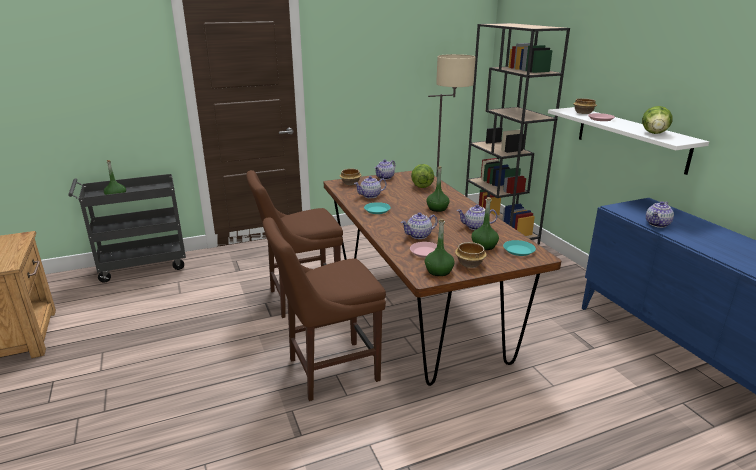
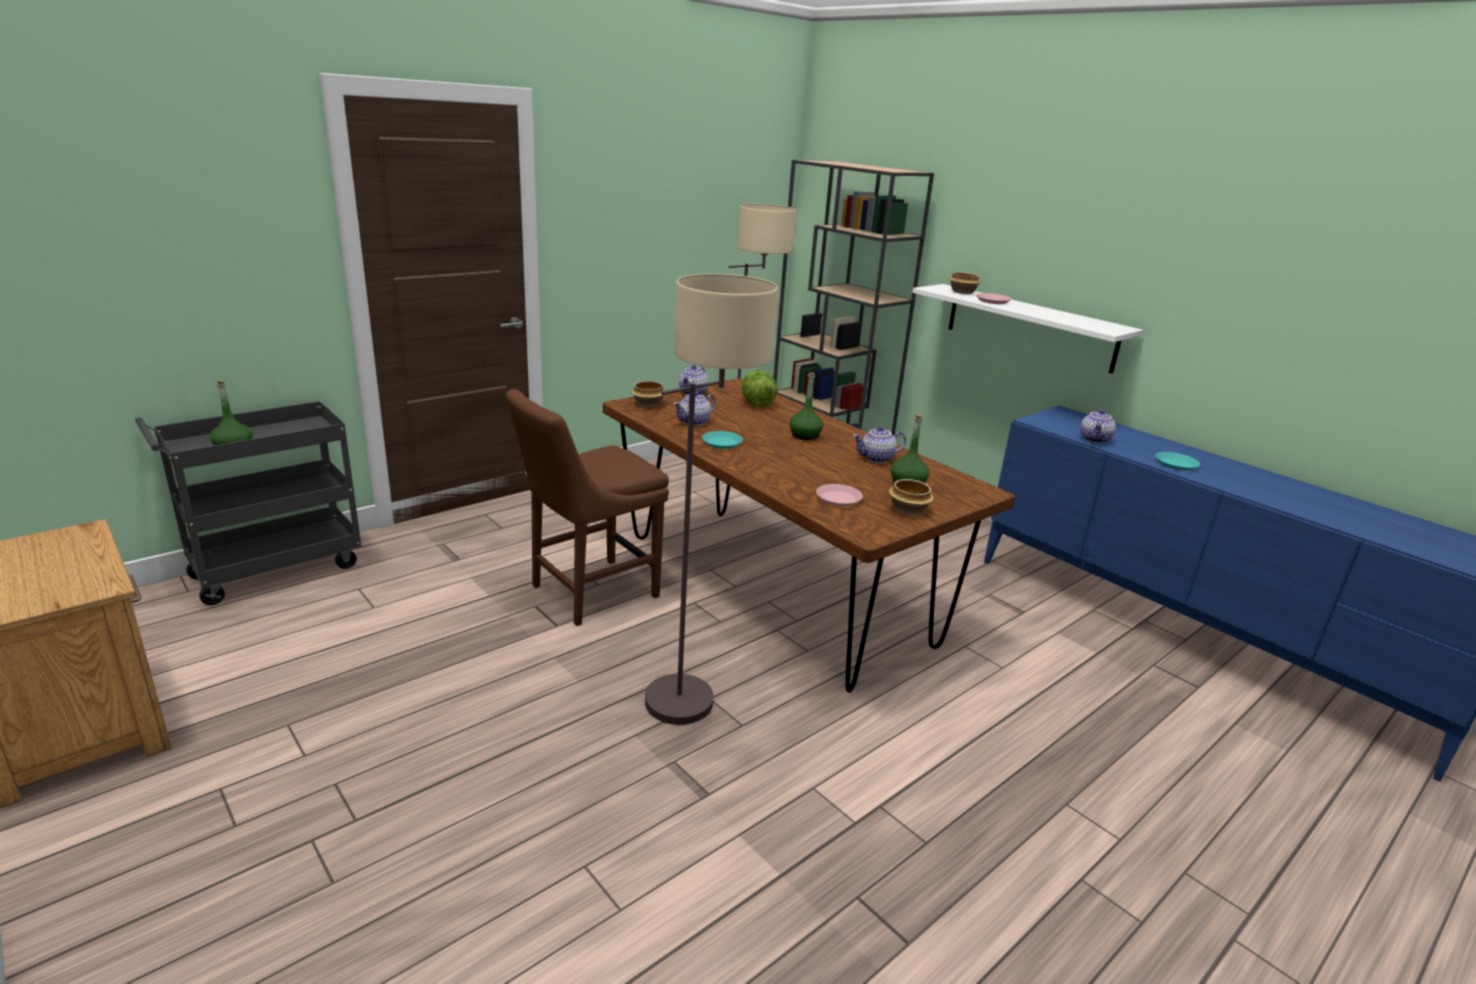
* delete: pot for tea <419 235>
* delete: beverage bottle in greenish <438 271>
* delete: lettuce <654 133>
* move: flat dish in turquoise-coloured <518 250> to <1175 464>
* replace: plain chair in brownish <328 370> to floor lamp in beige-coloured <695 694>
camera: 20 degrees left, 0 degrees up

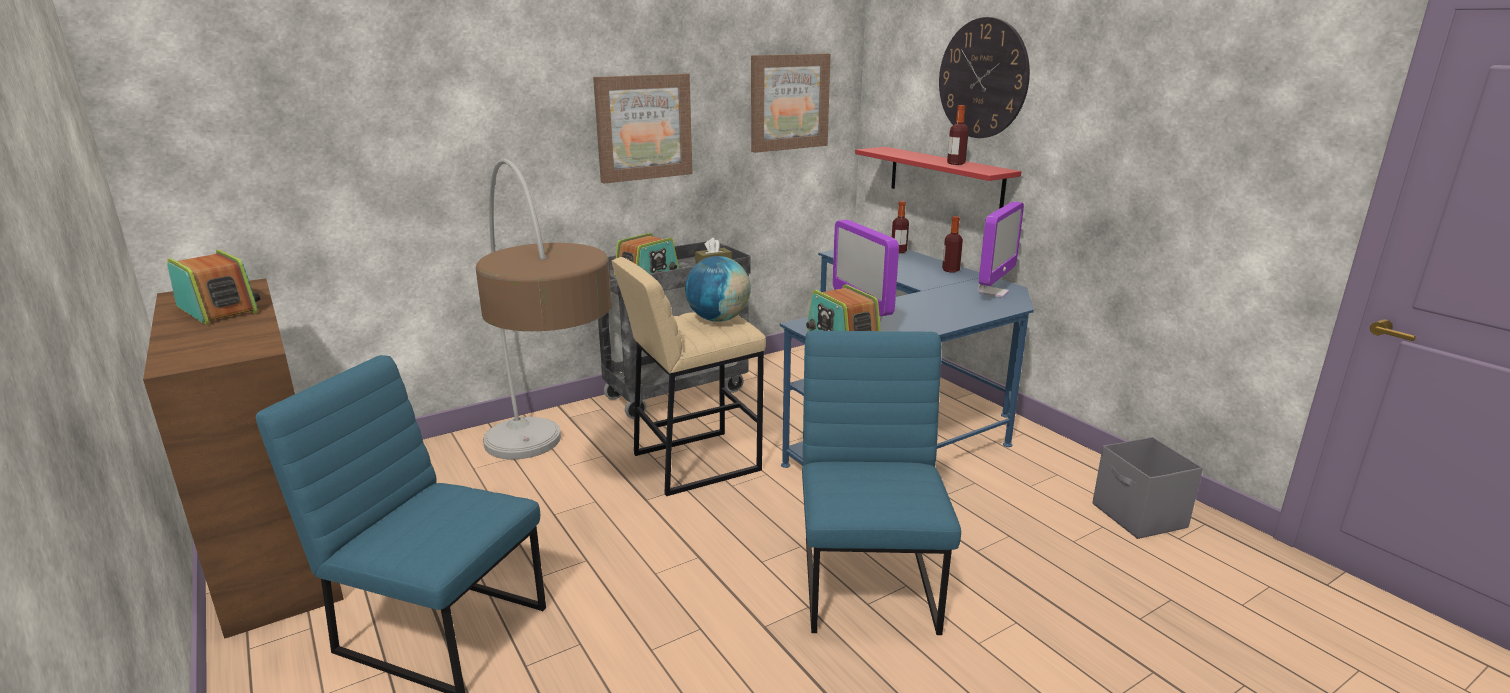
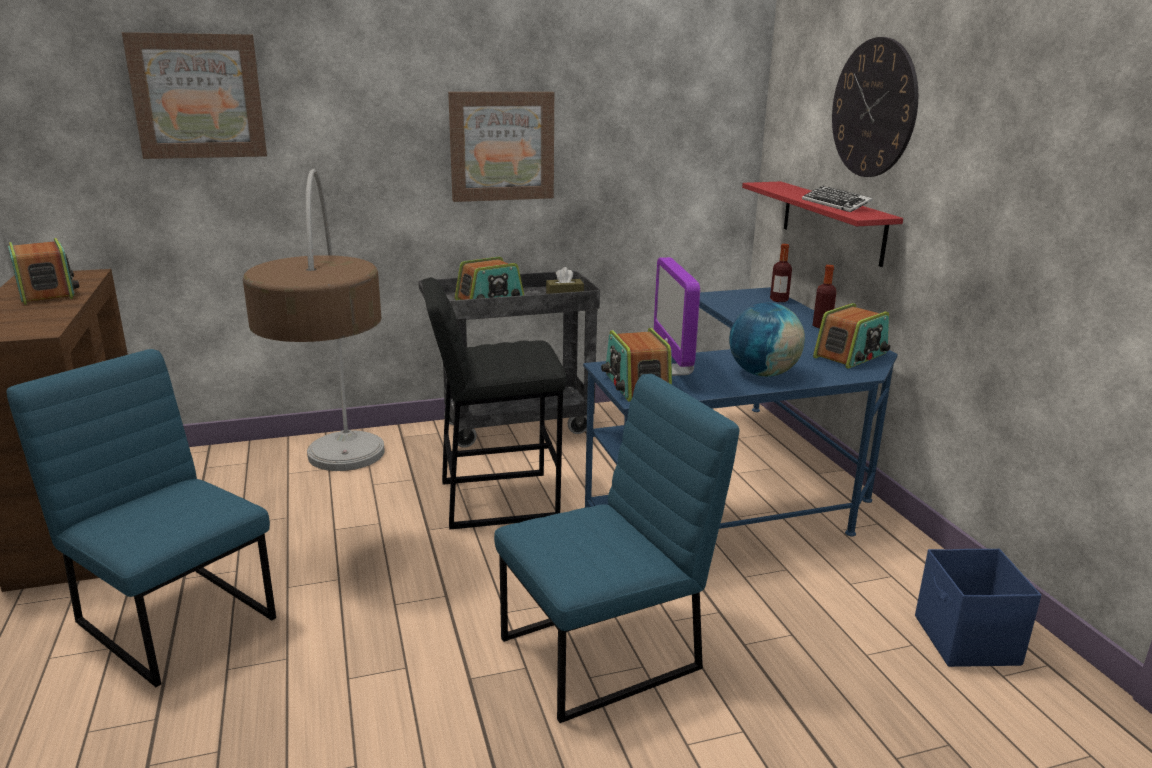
* move: world globe <718 319> to <762 374>
* move: wall art <789 102> to <198 96>
* replace: beverage bottle <956 163> to PC keyboard <835 204>
* replace: monitor <993 292> to radio receiver <851 355>
* recolor: stool in beige-coloured <693 463> to stool in blackish <495 500>
* recolor: storage bin in grey <1139 516> to storage bin in blue <966 641>
* rotate: plain chair in blue <869 579> = <606 652> 45 degrees clockwise
camera: 15 degrees right, 0 degrees up

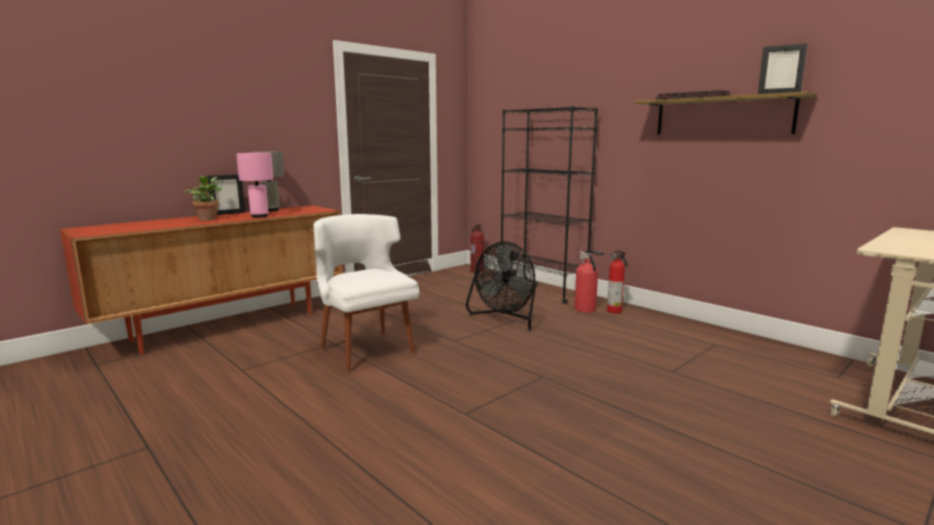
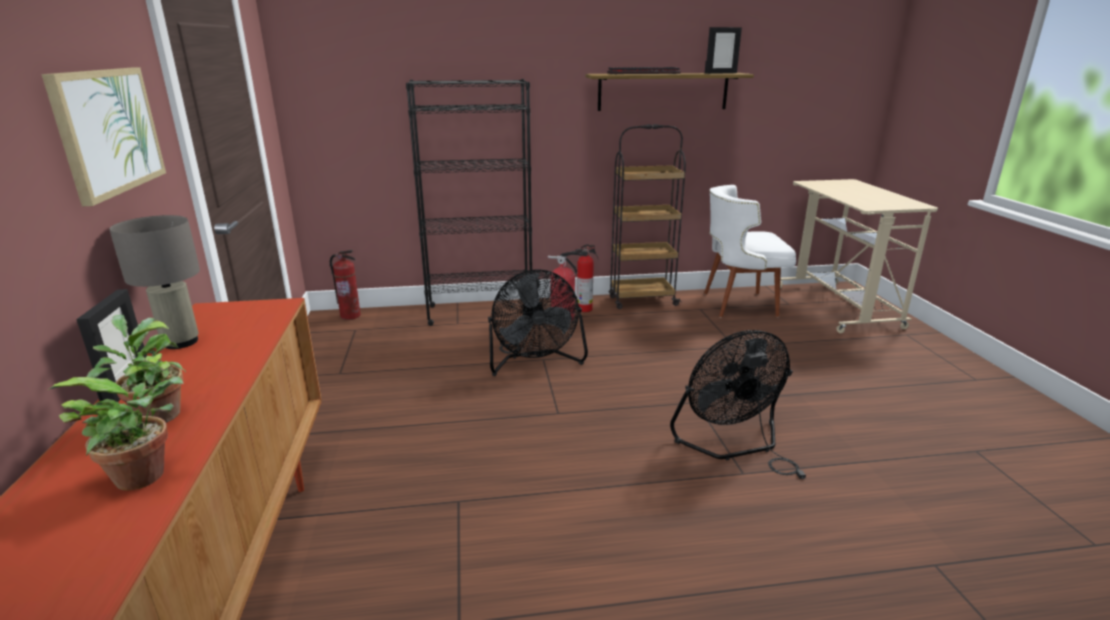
* delete: tabletop lamp in pinkish <259 216>
* insert: wall art <108 131>
* insert: potted plant <147 475>
* insert: wheeled cart in brownish <642 301>
* insert: electric fan in blackish <741 444>
* move: plain chair in white-coloured <367 352> to <740 305>
camera: 55 degrees left, 10 degrees up

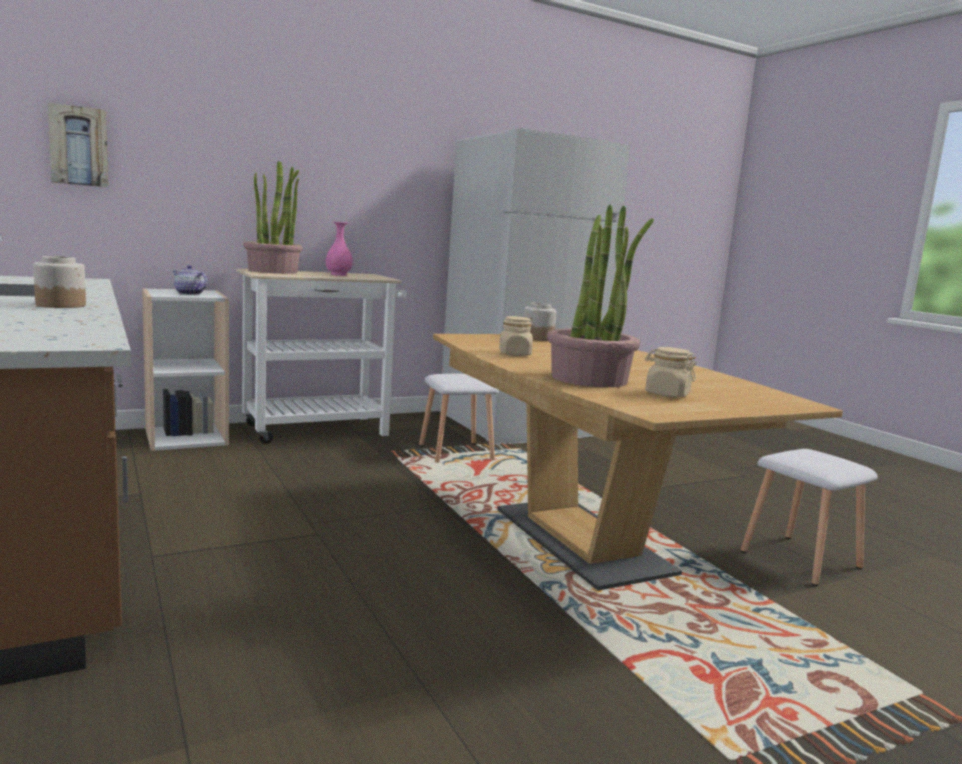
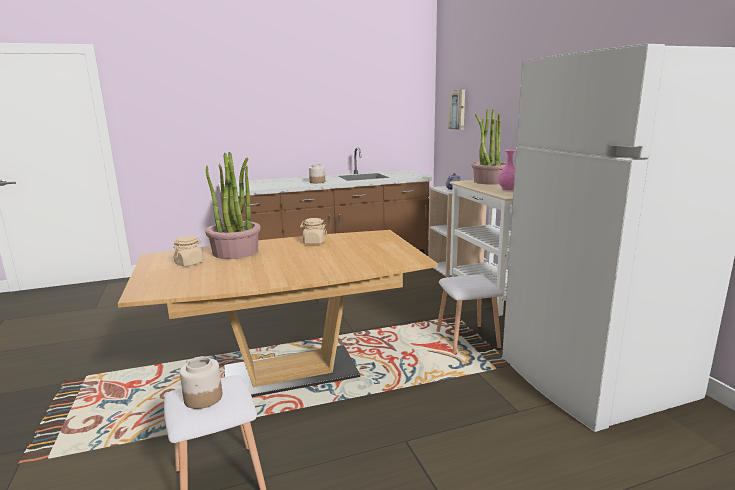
* move: preserve jar <538 338> to <203 398>
camera: 100 degrees right, 5 degrees up

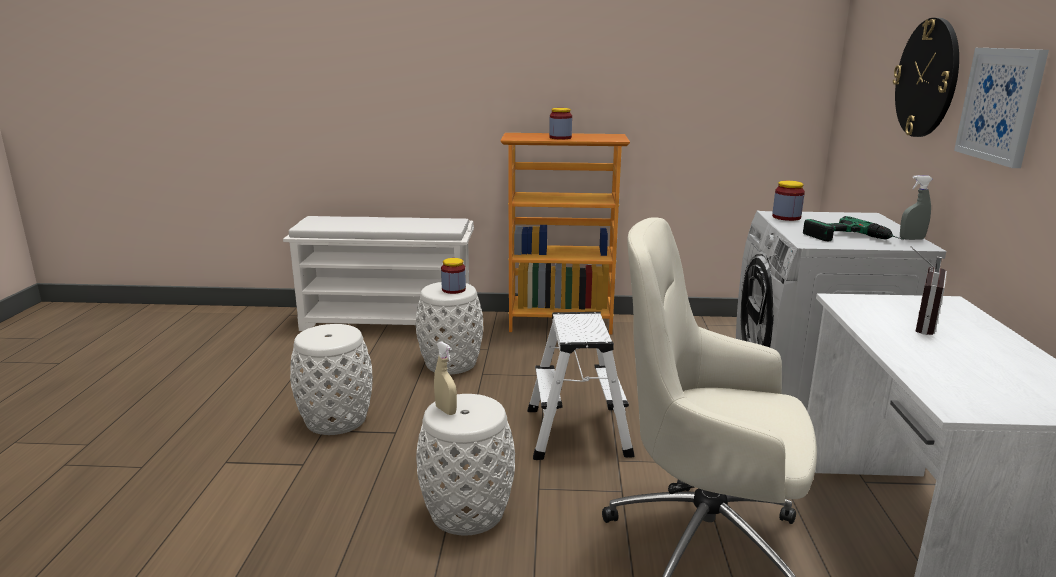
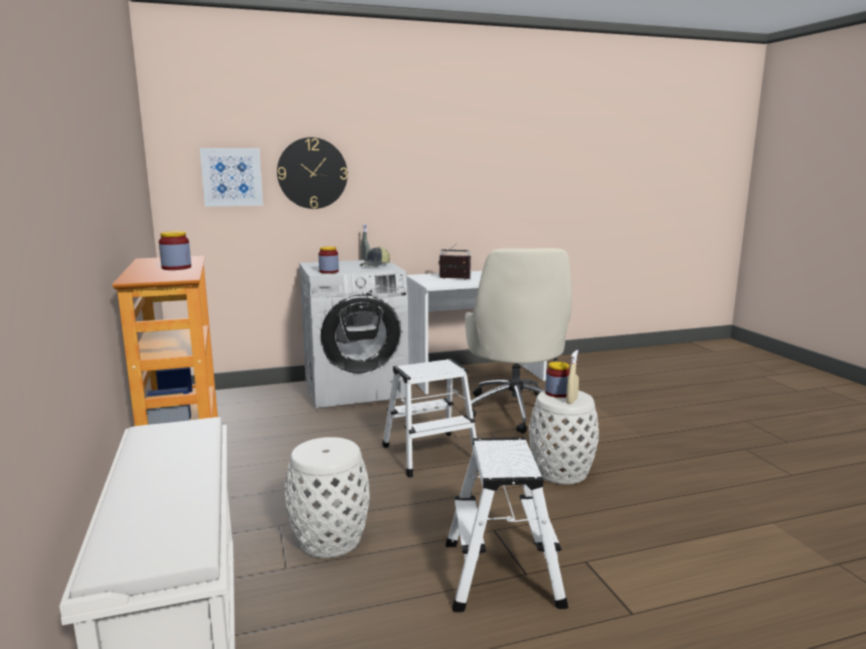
* move: preserve jar <453 289> to <557 393>
* move: wall art <1001 105> to <232 177>
* replace: stool in white-coloured <336 420> to step ladder in white-coloured <502 573>
* replace: drill <853 239> to baseball cap <376 265>
camera: 110 degrees left, 5 degrees down

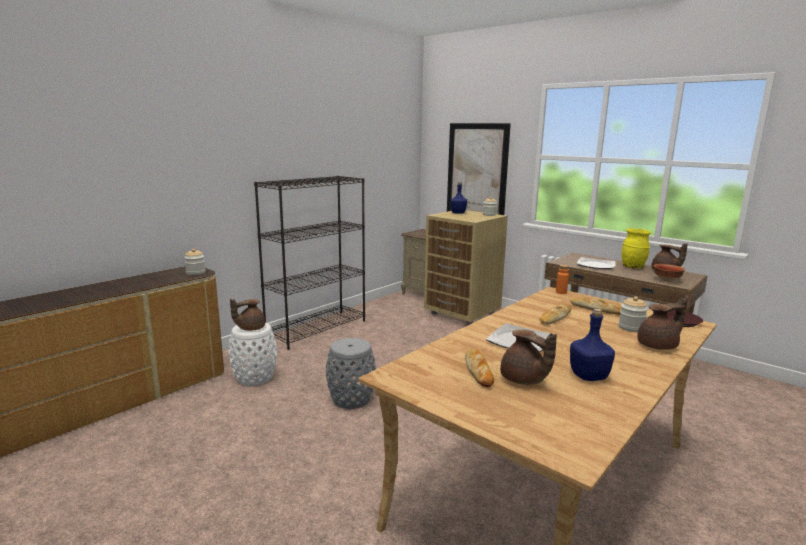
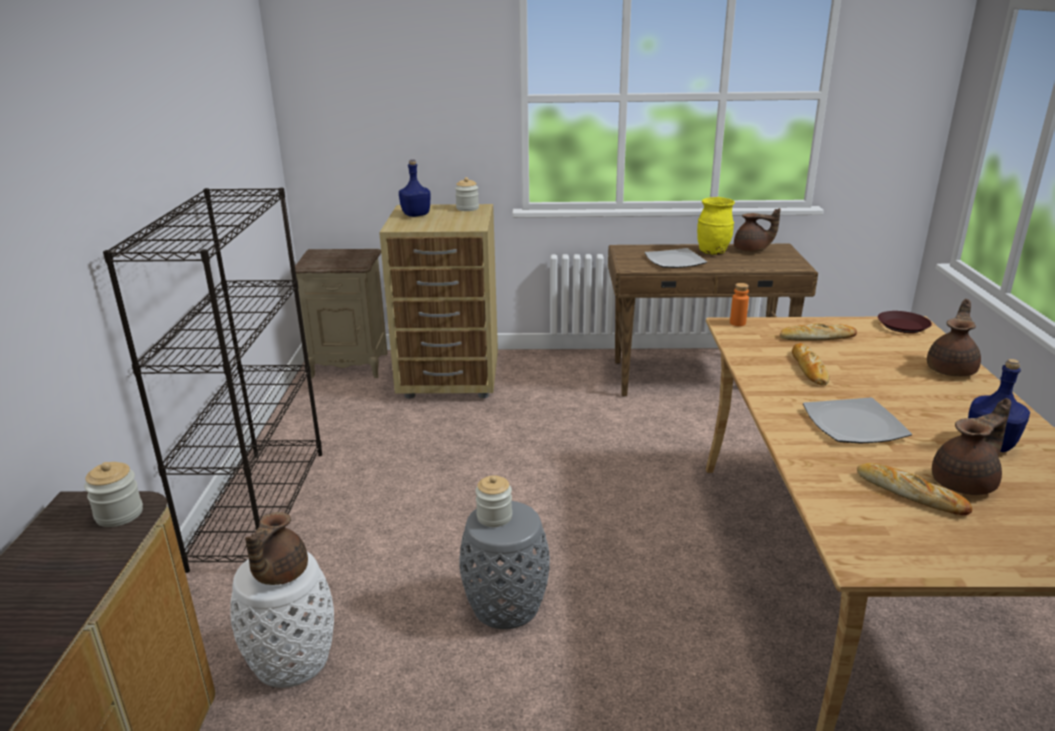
* delete: wall art <476 172>
* delete: bowl <666 280>
* move: preserve jar <631 328> to <494 517>
* rotate: pot for tea in brownish <524 380> = <965 483> 45 degrees counterclockwise
camera: 40 degrees left, 10 degrees up

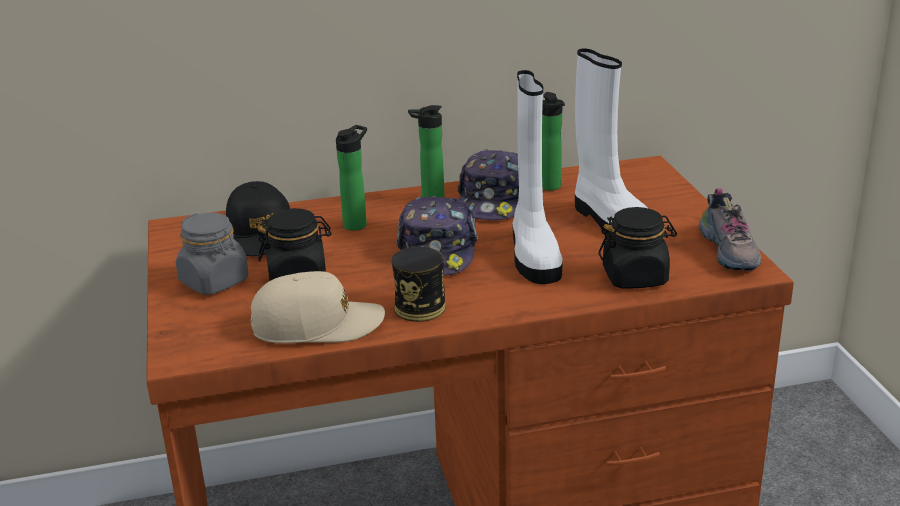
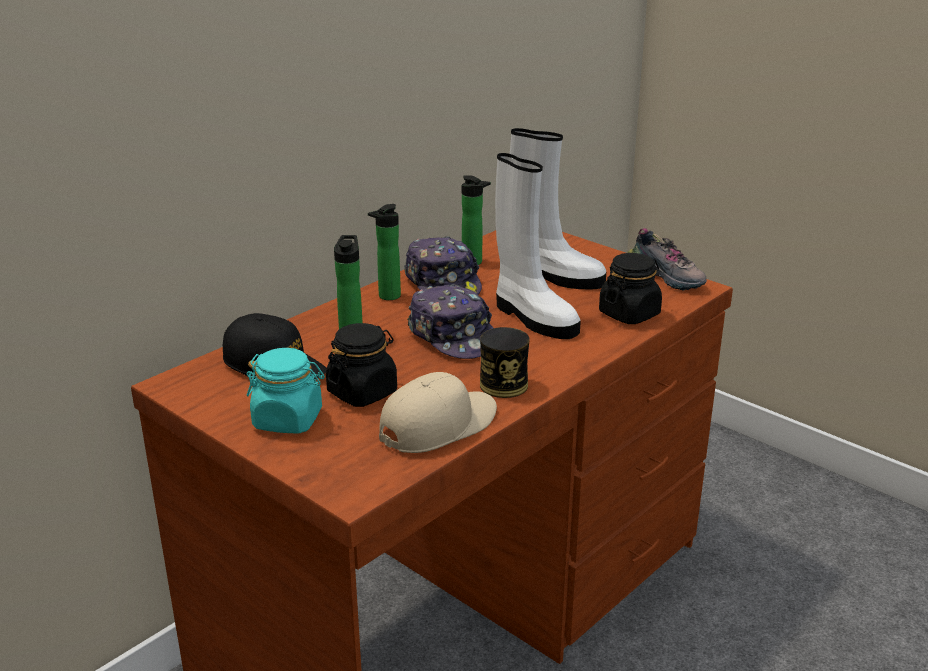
* recolor: preserve jar in grey <214 281> to preserve jar in turquoise-coloured <288 420>
camera: 35 degrees left, 0 degrees up

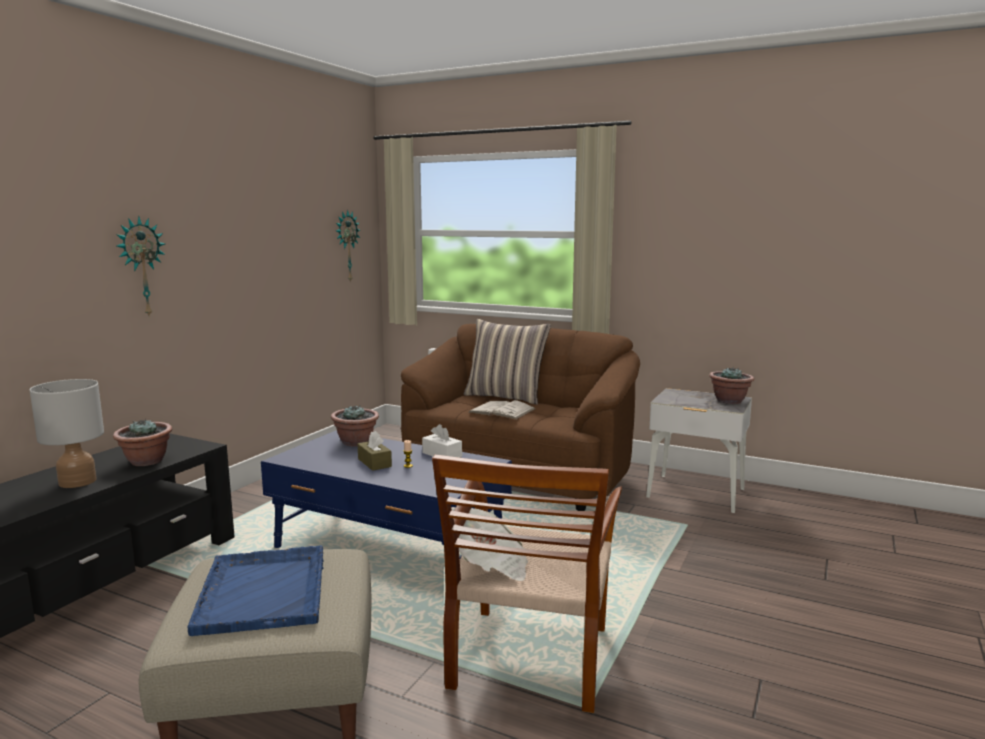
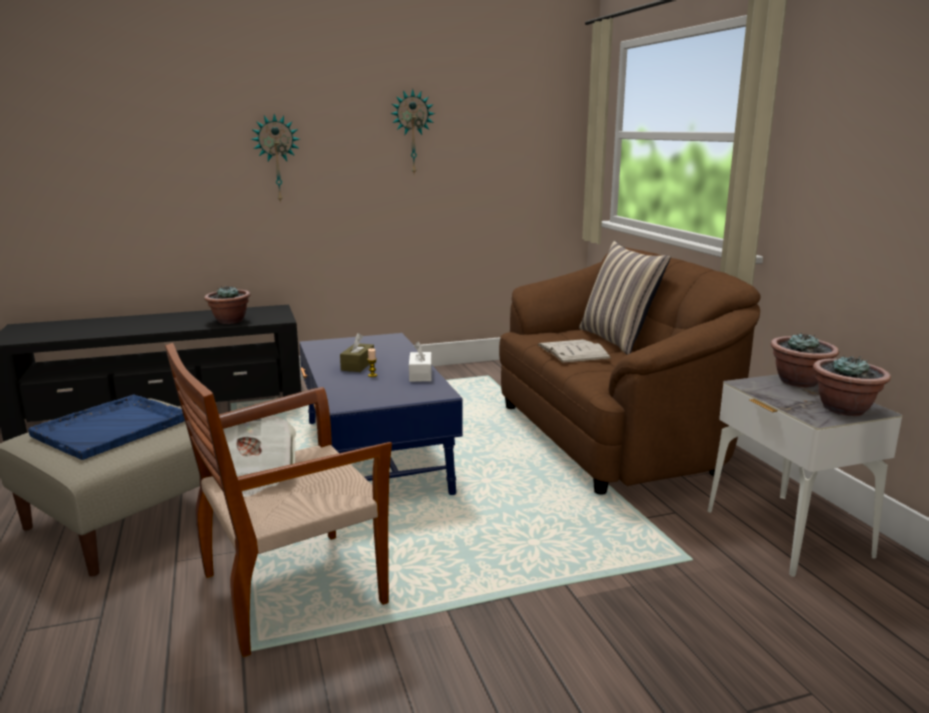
* delete: tabletop lamp in grey <78 482>
* move: potted plant <356 442> to <799 382>
* move: clock on the wall <346 246> to <412 132>
camera: 45 degrees right, 5 degrees up

